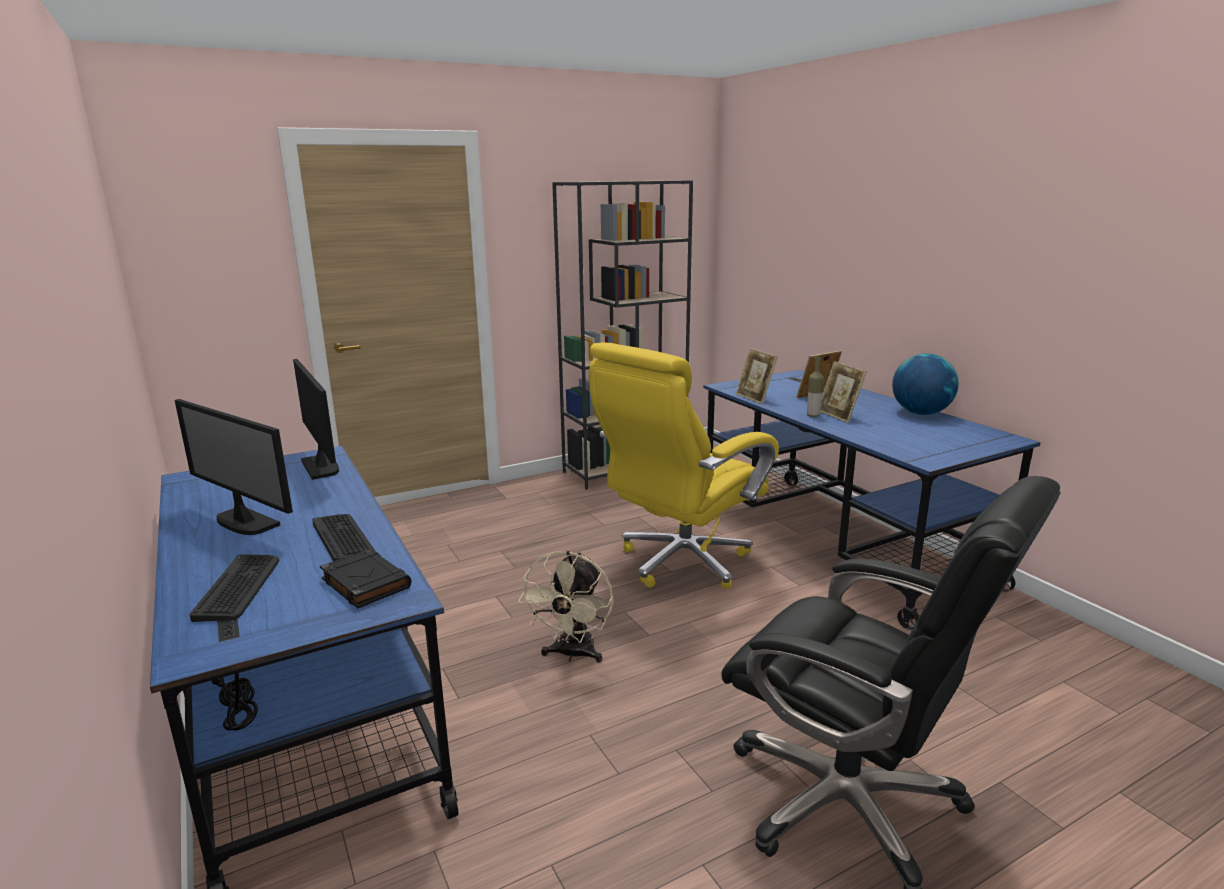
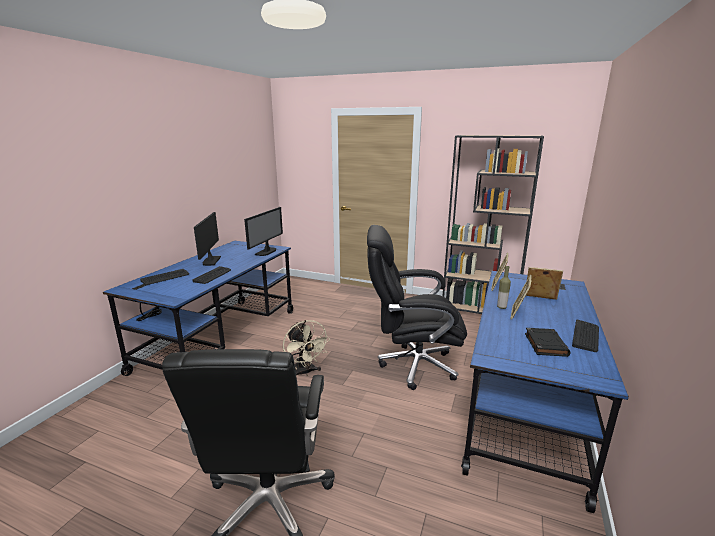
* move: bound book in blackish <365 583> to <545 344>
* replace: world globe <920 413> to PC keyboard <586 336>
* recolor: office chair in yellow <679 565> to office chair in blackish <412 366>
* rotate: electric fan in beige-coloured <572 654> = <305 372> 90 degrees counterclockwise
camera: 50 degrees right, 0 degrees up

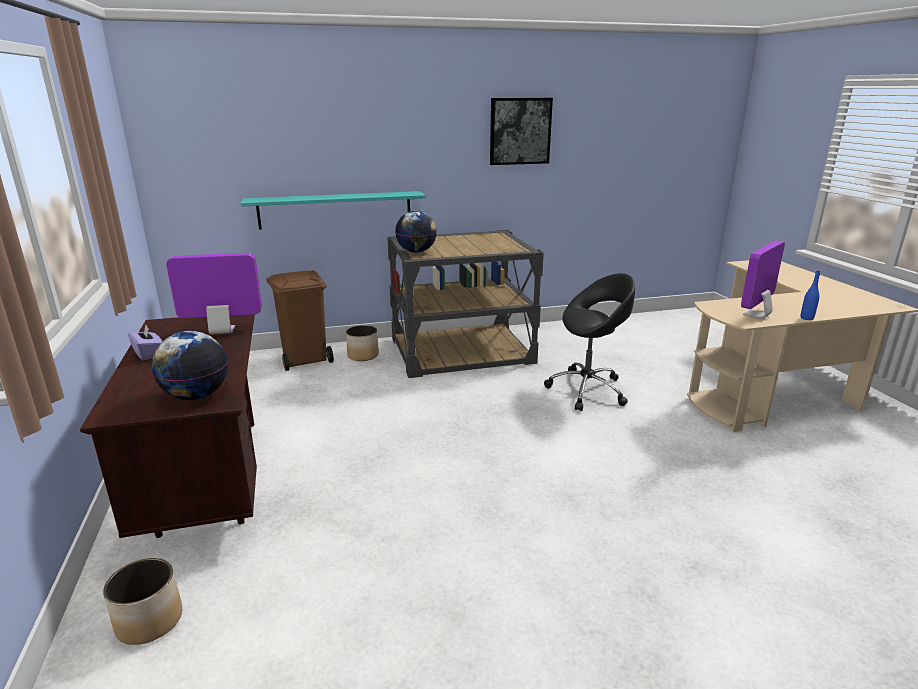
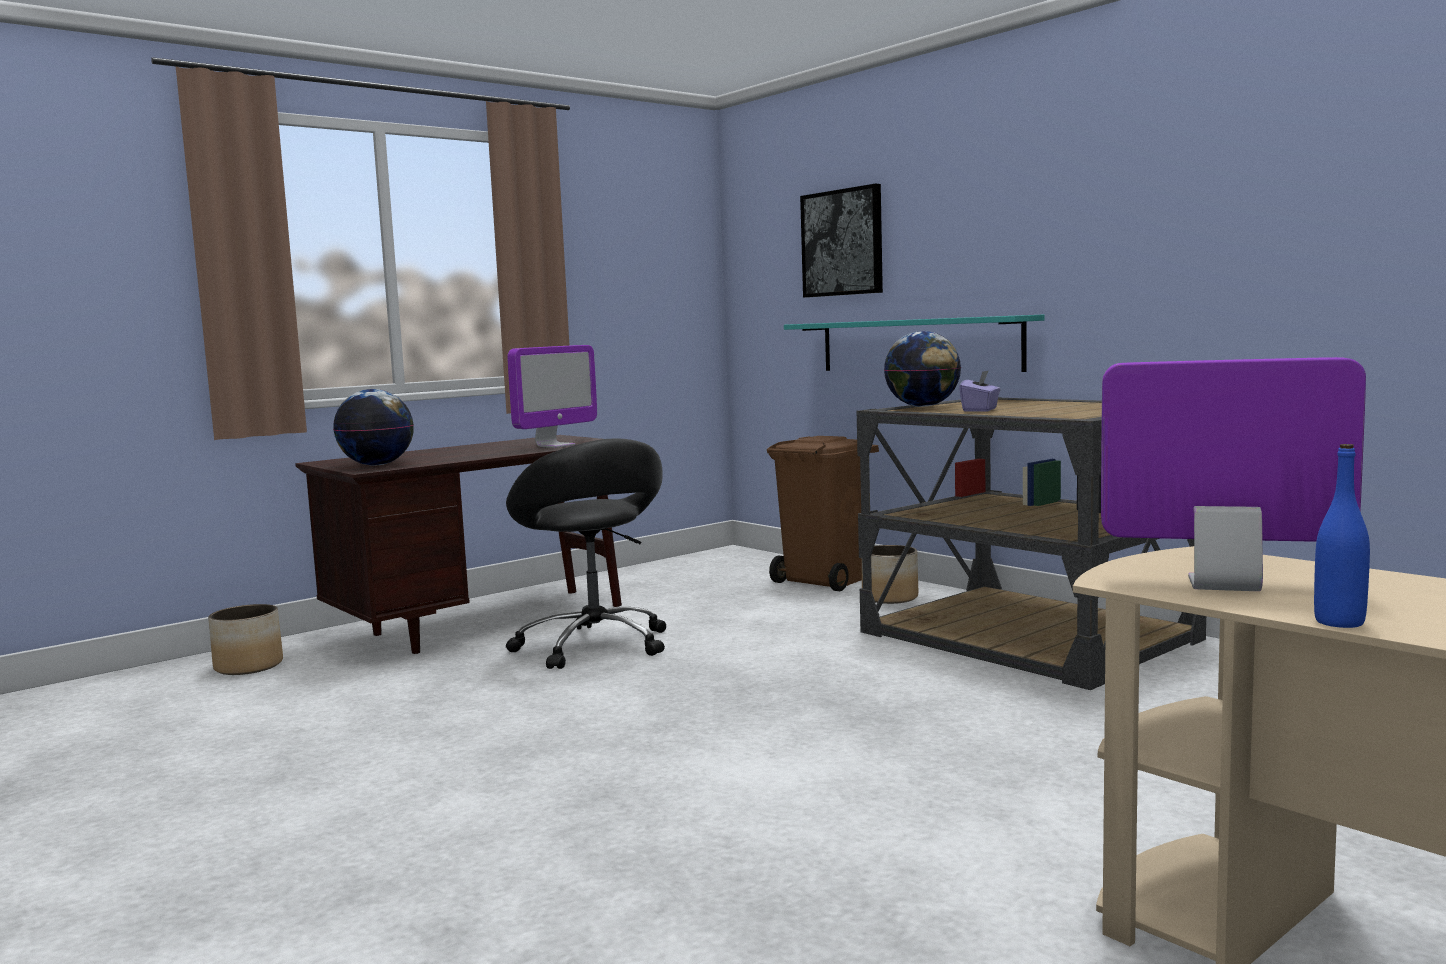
* move: tissue holder in purple-coloured <148 354> to <980 410>
* move: wall art <520 131> to <843 243>
* move: office chair in blackish <588 390> to <595 647>
* rotate: monitor <222 331> = <555 446> 75 degrees clockwise
camera: 65 degrees right, 15 degrees down

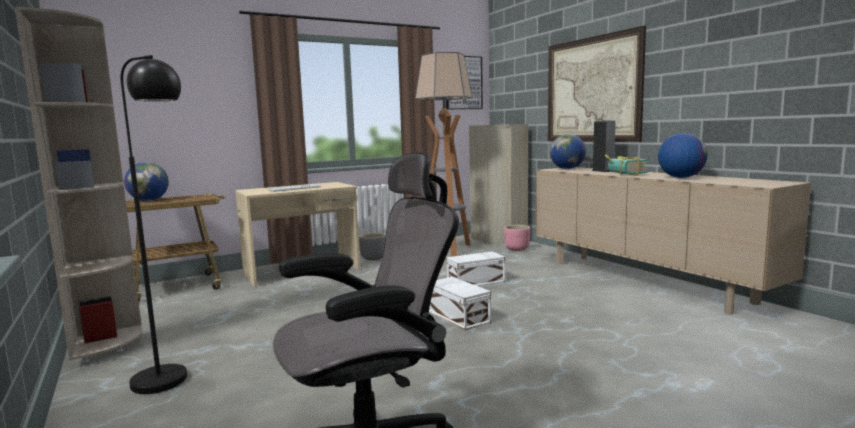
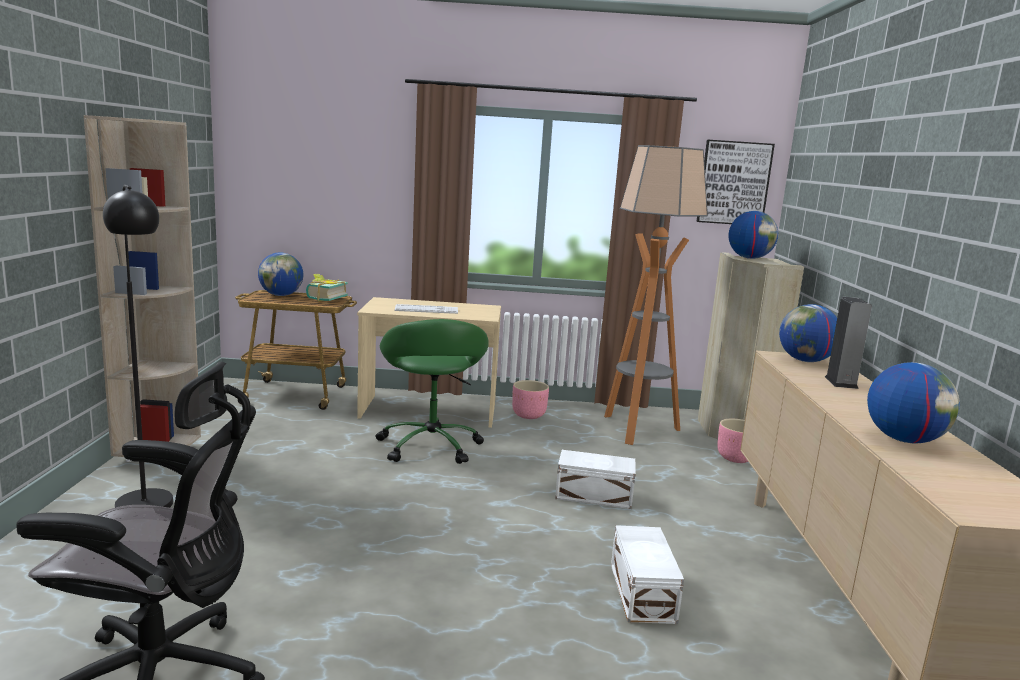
* delete: wall art <592 90>
* insert: office chair in greenish <430 447>
* insert: world globe <749 258>
* move: storage bin in white-coloured <458 316> to <643 592>
* move: bound book <623 174> to <323 298>
* recolor: plant pot in grey <373 258> to plant pot in pinkish <528 415>
camera: 30 degrees right, 5 degrees up

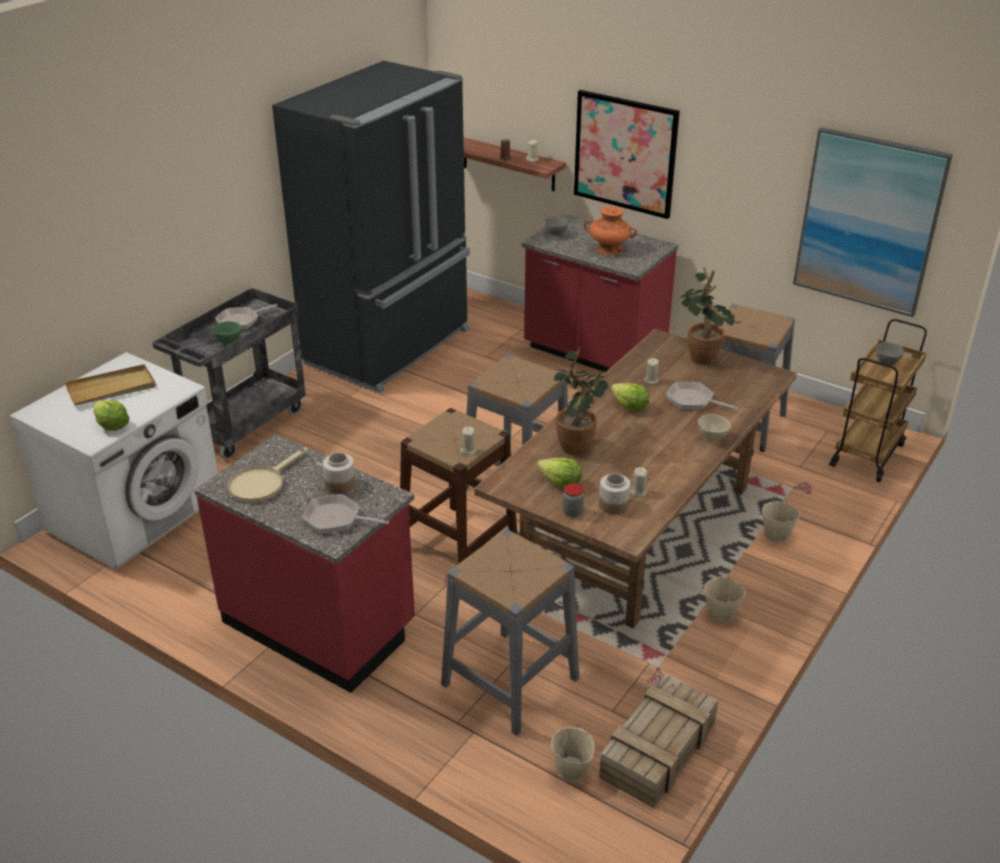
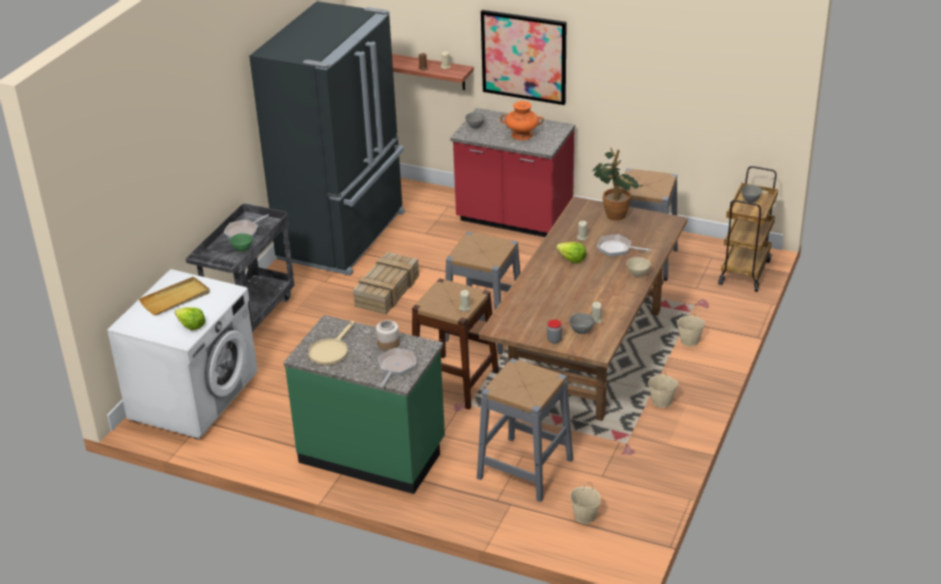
* delete: lettuce <560 483>
* delete: potted plant <579 444>
* delete: wall art <868 222>
* move: packing crate <658 748> to <387 290>
* replace: preserve jar <614 505> to bowl in grey <581 331>
* recolor: counter in red-coloured <320 624> to counter in greenish <373 453>
* rotate: skillet <336 519> = <396 367> 105 degrees clockwise
camera: 10 degrees left, 0 degrees up

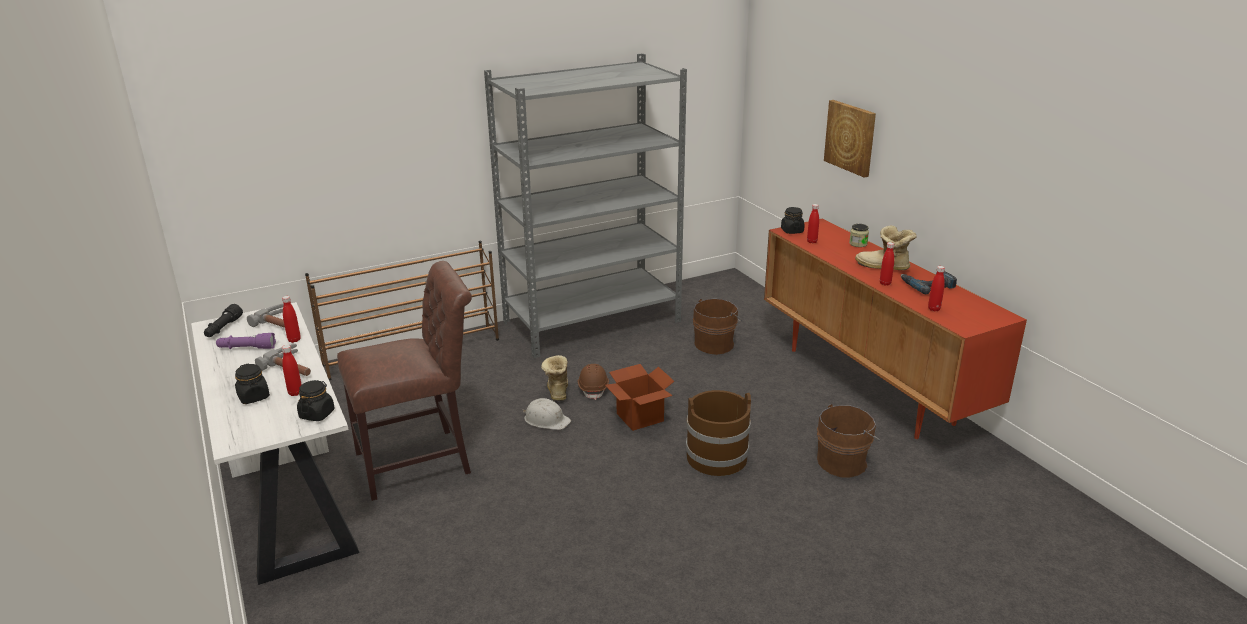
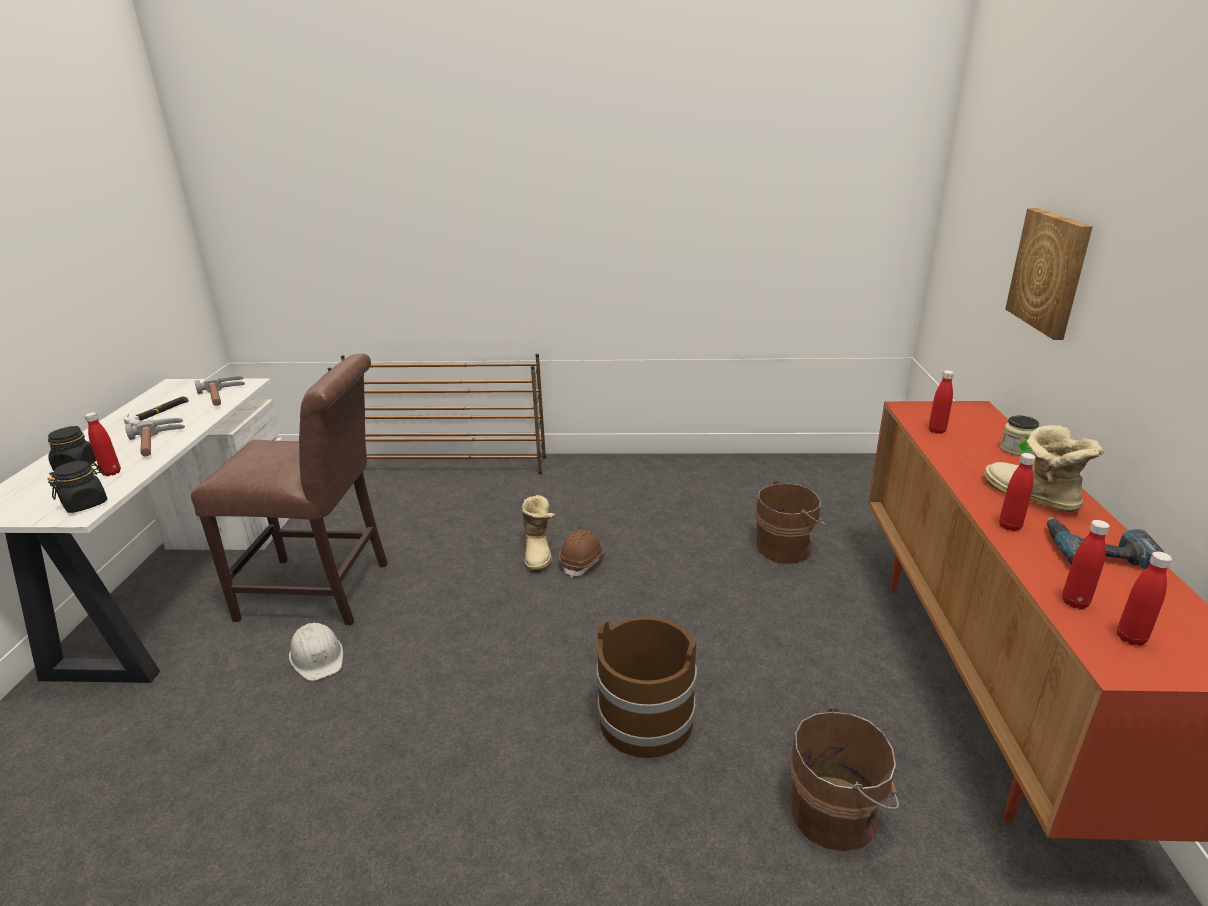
* delete: hand torch in blackish <223 328>
* delete: bookcase in grey <592 321>
* delete: packing box <640 417>
* delete: preserve jar in blackish <792 231>
* move: beverage bottle in red-coloured <294 340> to <1130 638>
* move: work helmet in white-coloured <546 420> to <317 656>
* replace: hand torch in purple-coloured <246 348> to tool hammer <158 414>
* rotate: high-top boot <557 392> = <539 553> 150 degrees clockwise
camera: 30 degrees right, 0 degrees up

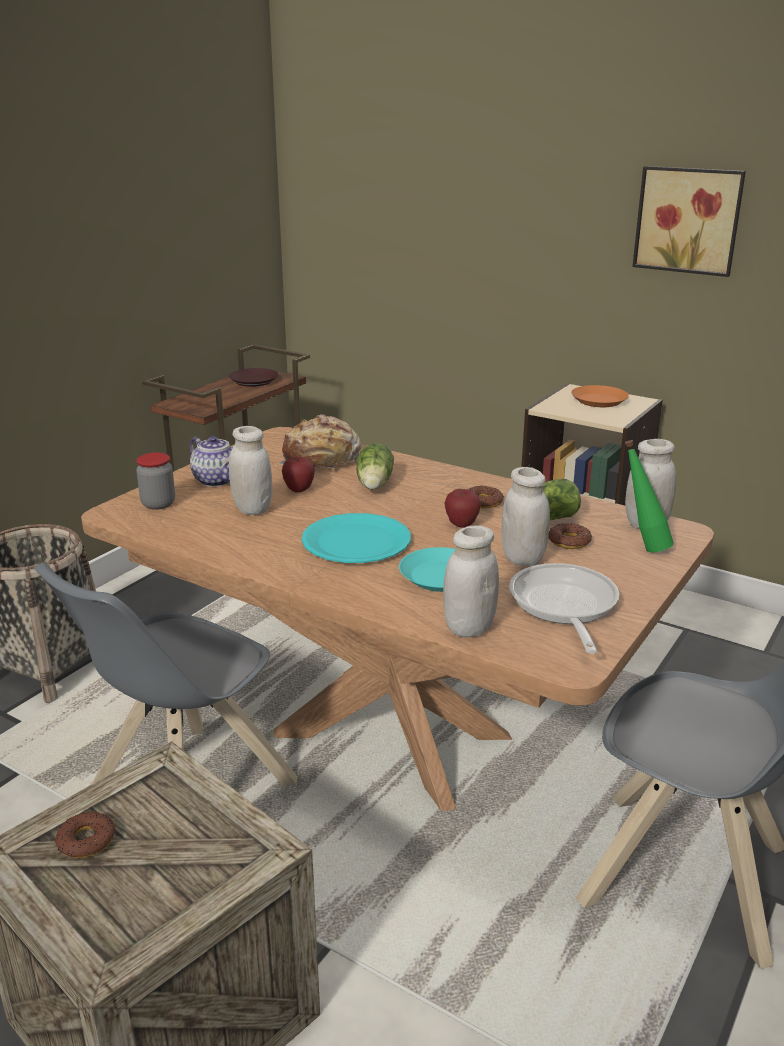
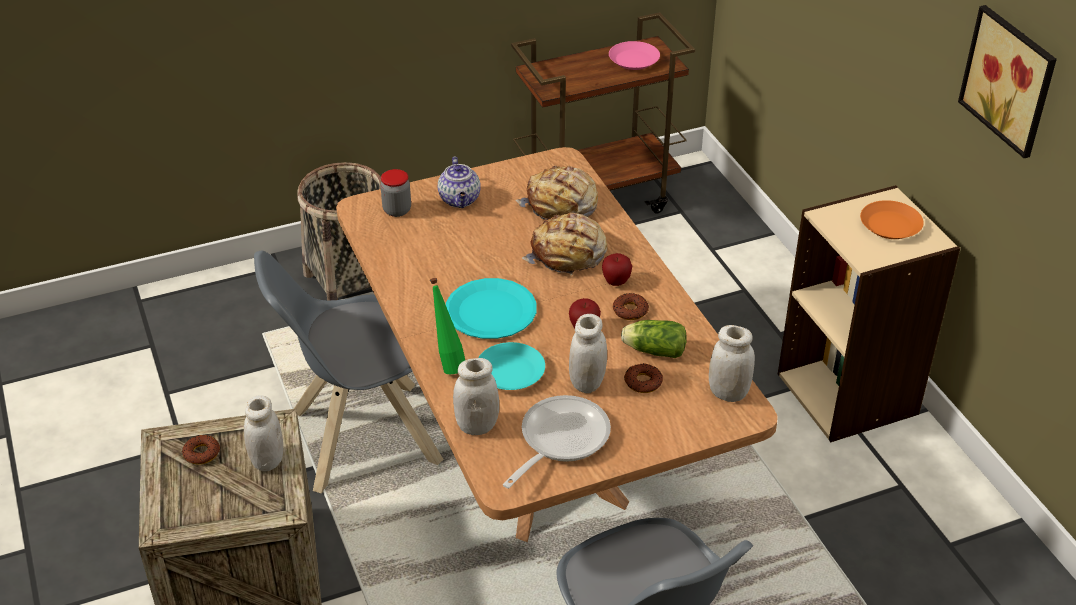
* move: preserve jar in white-coloured <252 509> to <267 460>
* move: apple <299 490> to <616 282>
* move: beverage bottle in greenish <642 547> to <448 363>
* replace: lettuce <374 485> to bakery bread <568 255>
* recolor: flat dish in brownish <254 381> to flat dish in pinkish <633 60>
camera: 35 degrees right, 15 degrees up

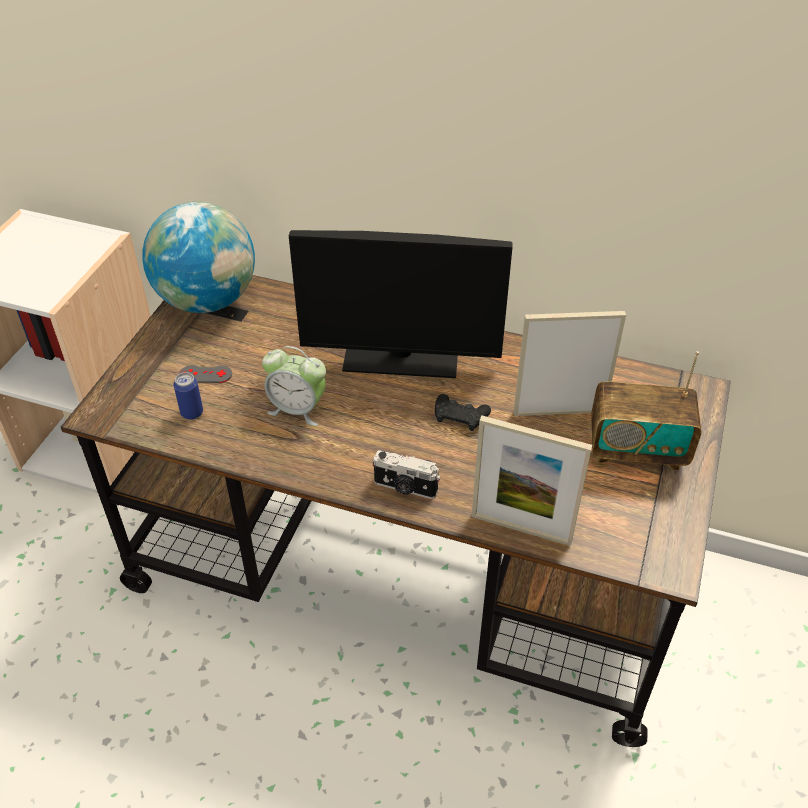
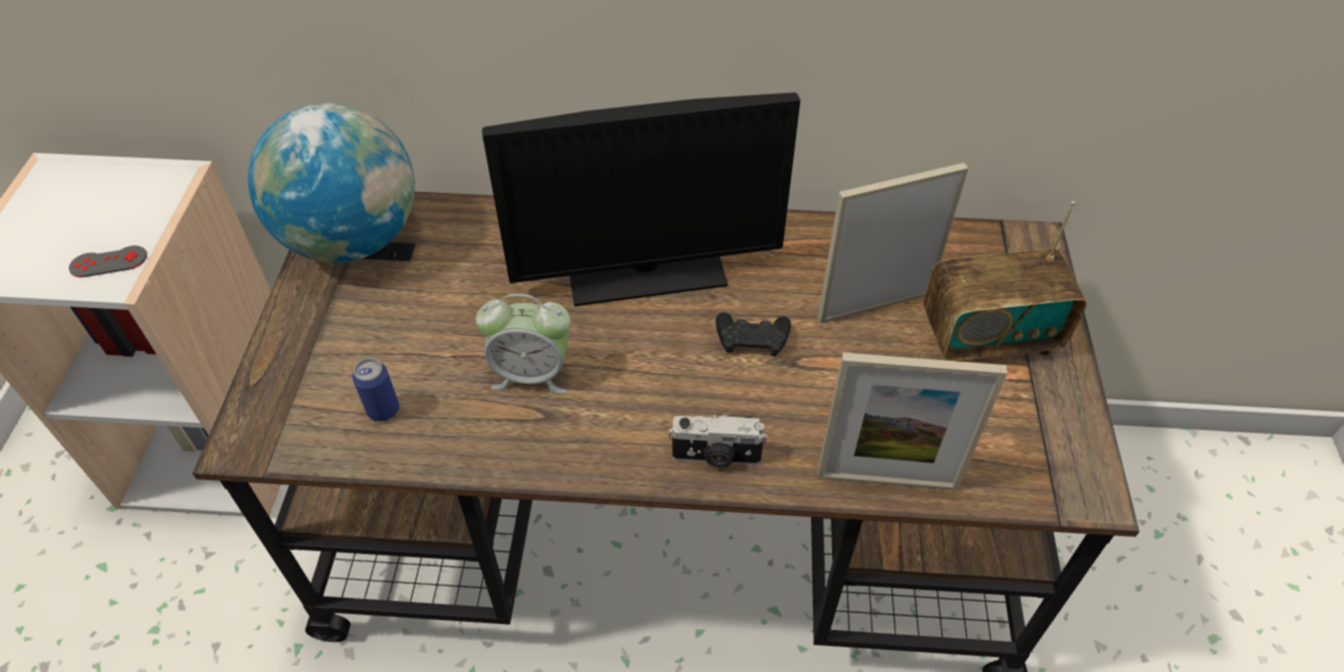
* move: game controller in grey <205 374> to <108 262>
camera: 15 degrees left, 5 degrees up

